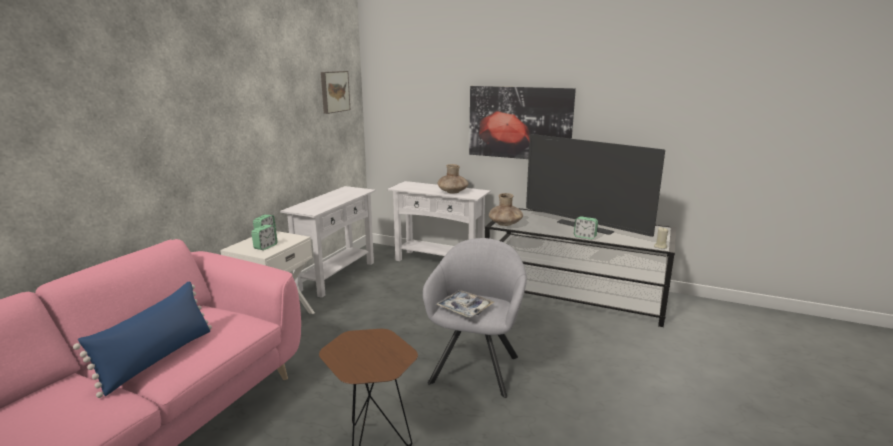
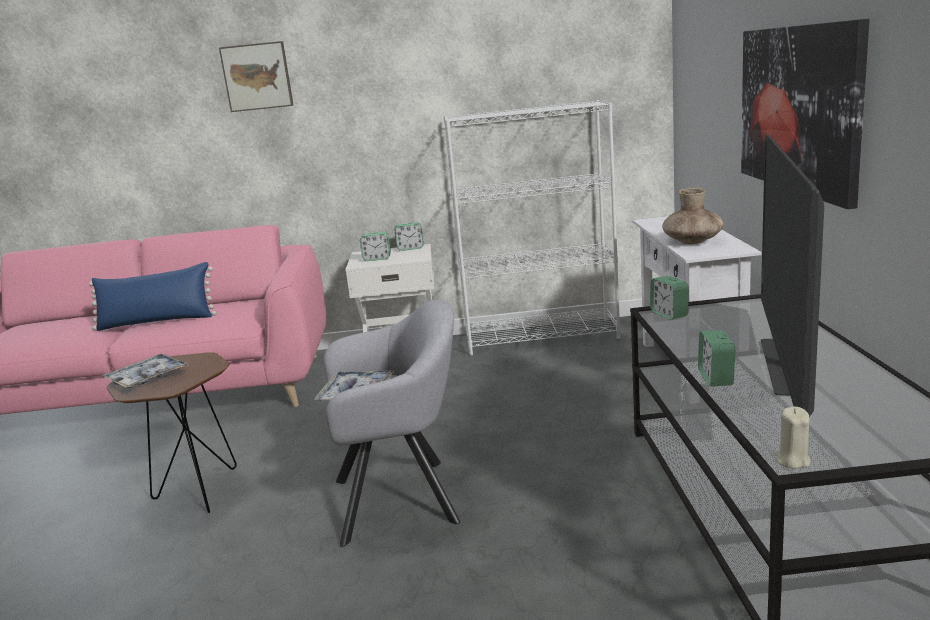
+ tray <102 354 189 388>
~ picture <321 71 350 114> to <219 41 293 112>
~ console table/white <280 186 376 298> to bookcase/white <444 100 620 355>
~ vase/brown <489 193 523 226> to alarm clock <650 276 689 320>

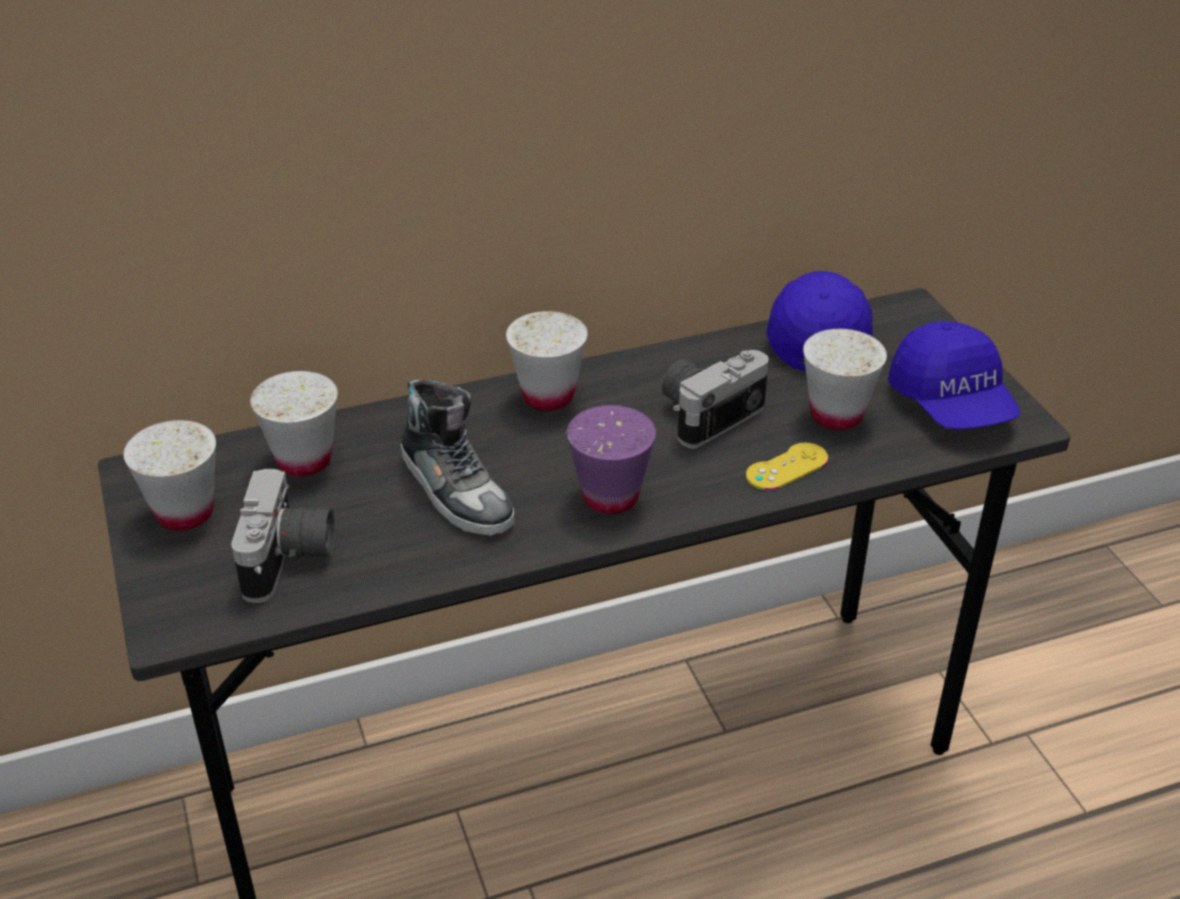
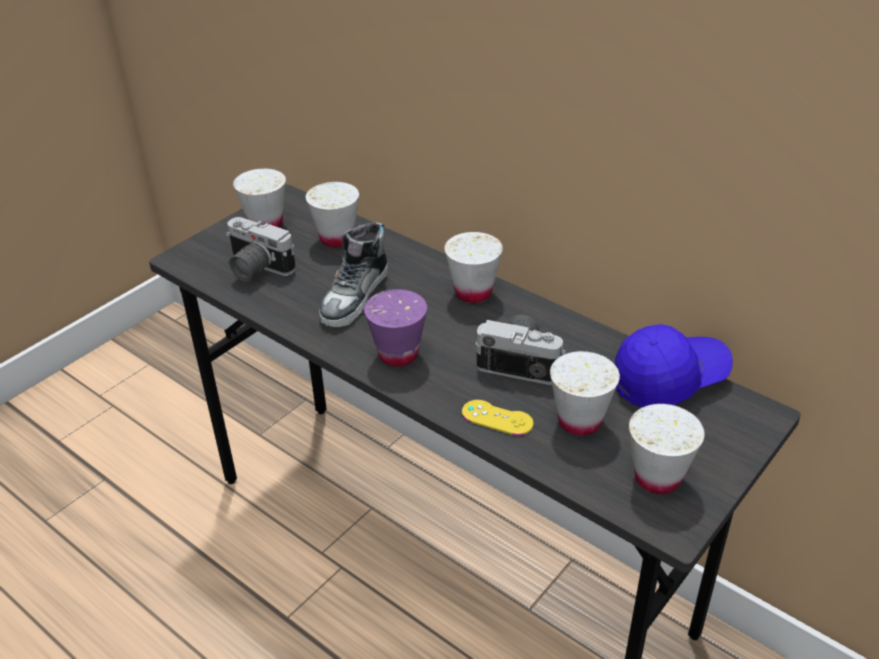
~ photo camera <231 469 335 603> = <226 217 296 281> 60 degrees clockwise
~ cap/blue <888 321 1021 429> to cup/white <629 404 705 494>

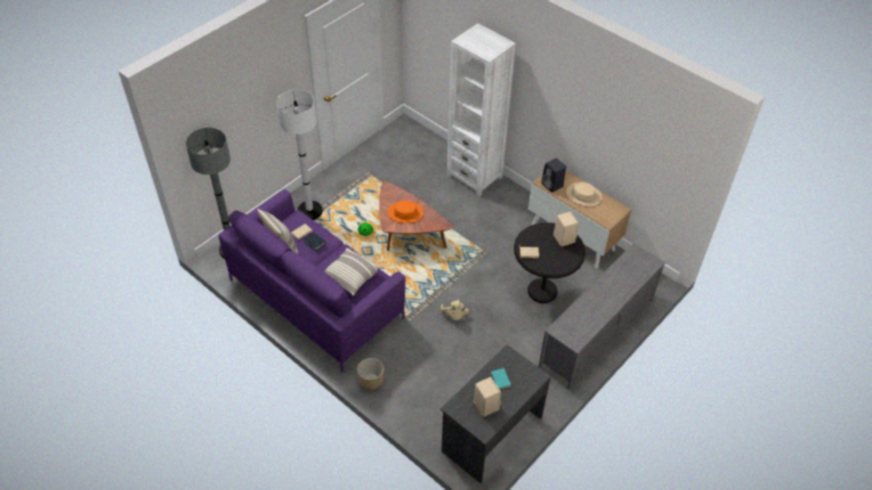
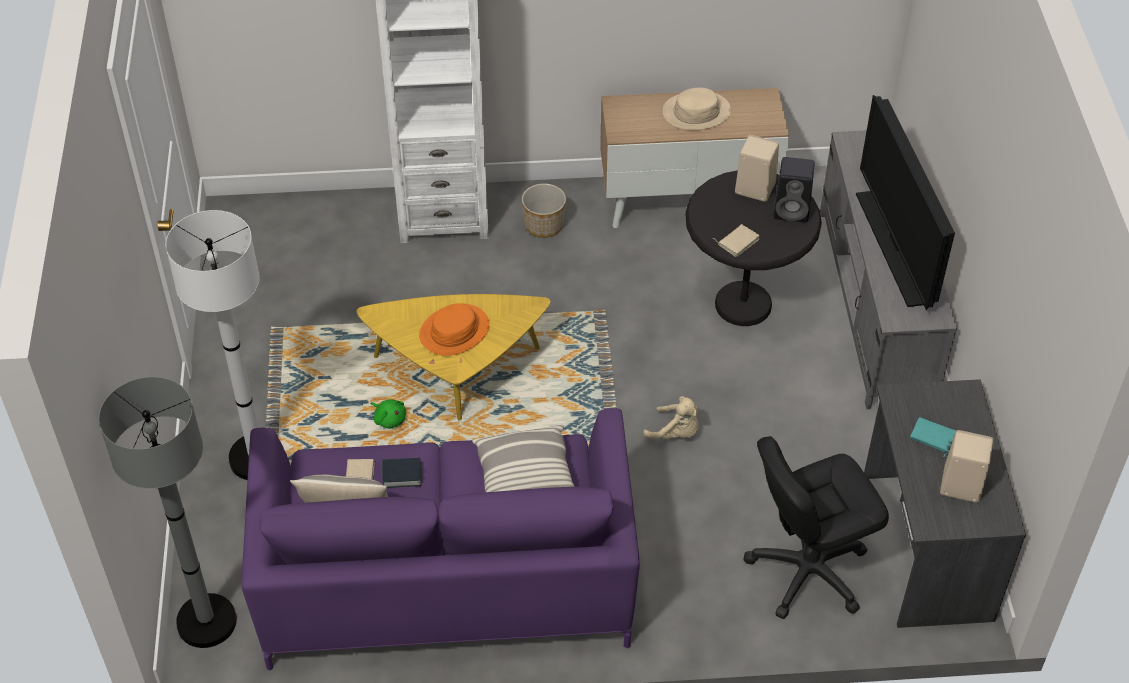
~ coffee table/brown <379 181 453 251> to coffee table/yellow <356 294 551 420>
~ planter <357 358 384 390> to <522 183 566 238>
+ office chair/black <743 436 889 619>
~ speaker/black <541 158 566 193> to <774 157 815 222>
+ television <856 95 955 310>

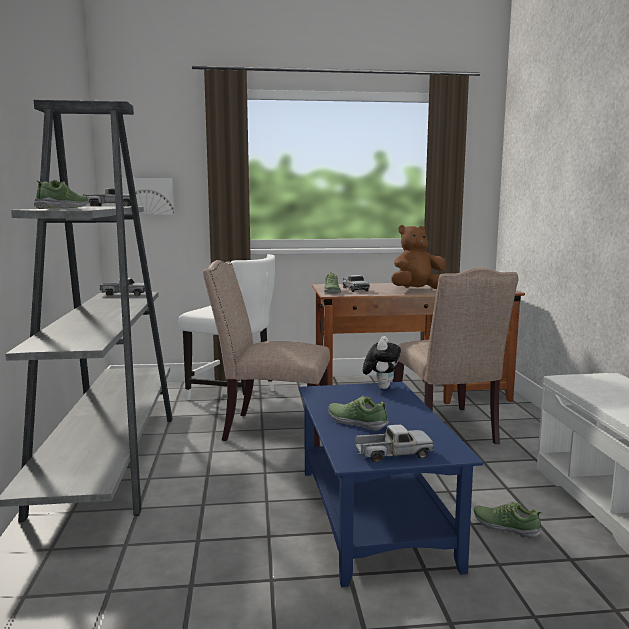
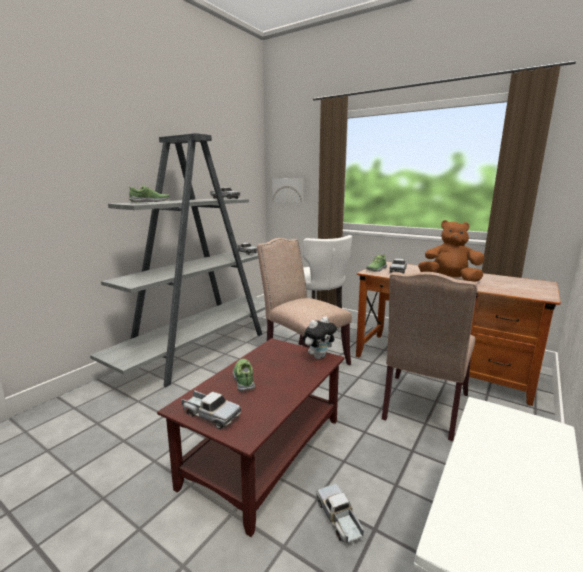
~ coffee table/blue <299 382 483 587> to coffee table/brown <157 338 345 537>
~ shoe <474 501 542 539> to toy truck <316 484 364 544>

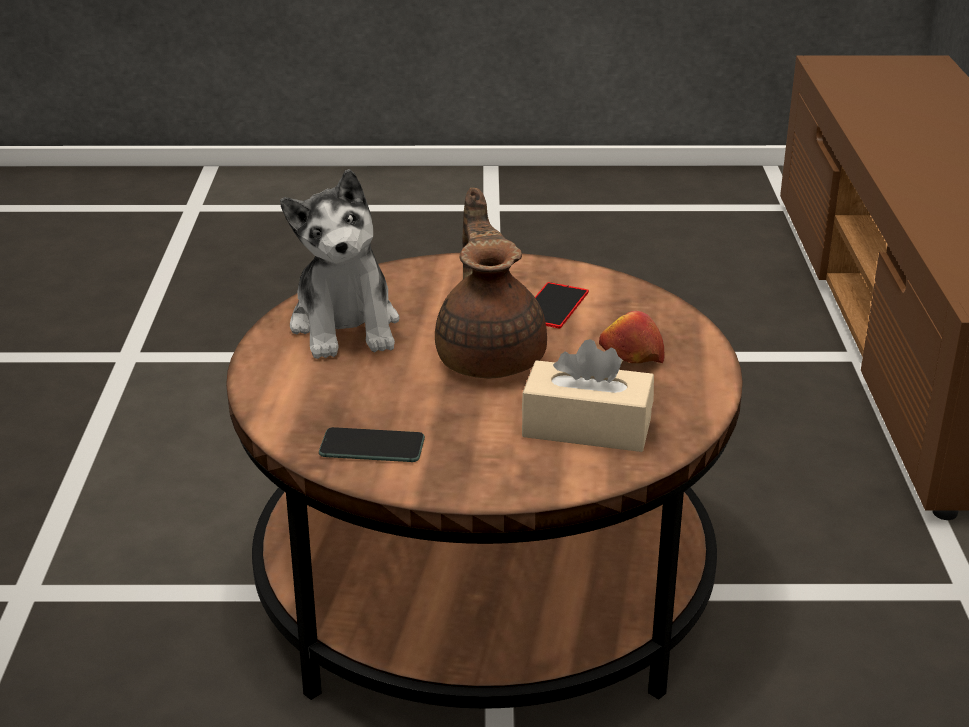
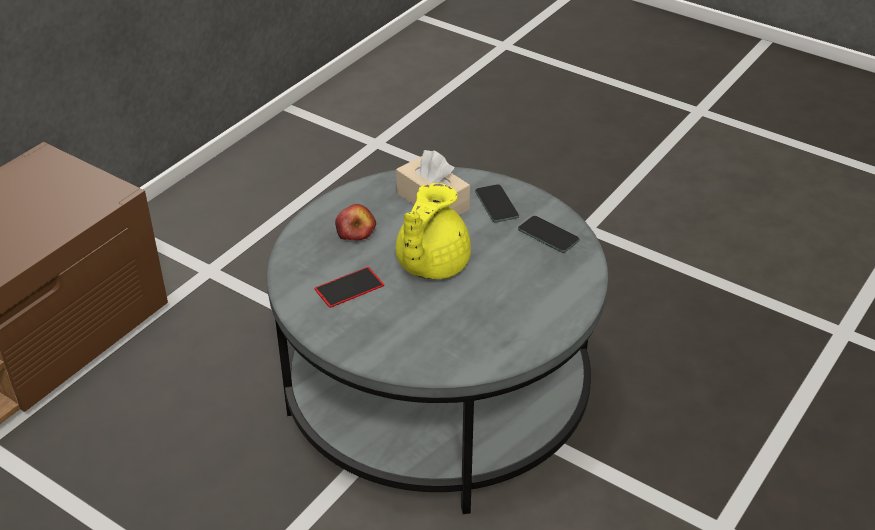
~ coffee table/brown <226 253 743 709> to coffee table/grey <267 167 608 514>
~ teapot/brown <435 188 547 378> to teapot/yellow <396 183 471 279>
+ phone <475 184 519 222>
- plush toy <280 169 400 359>

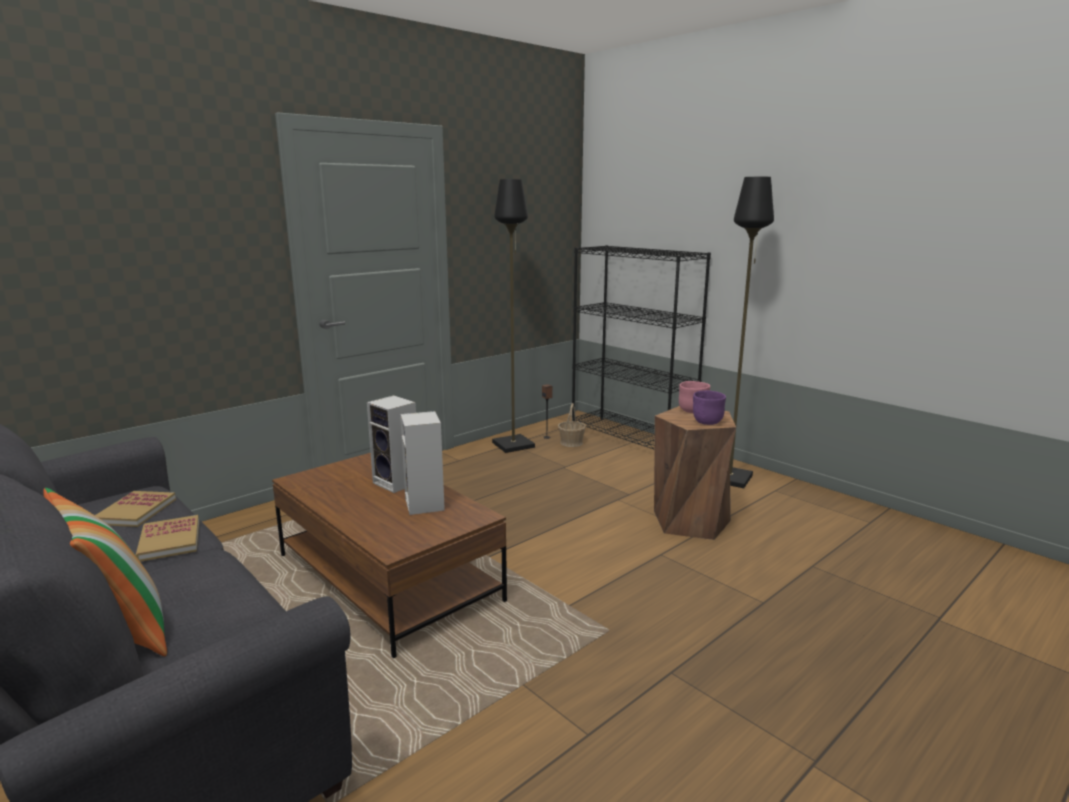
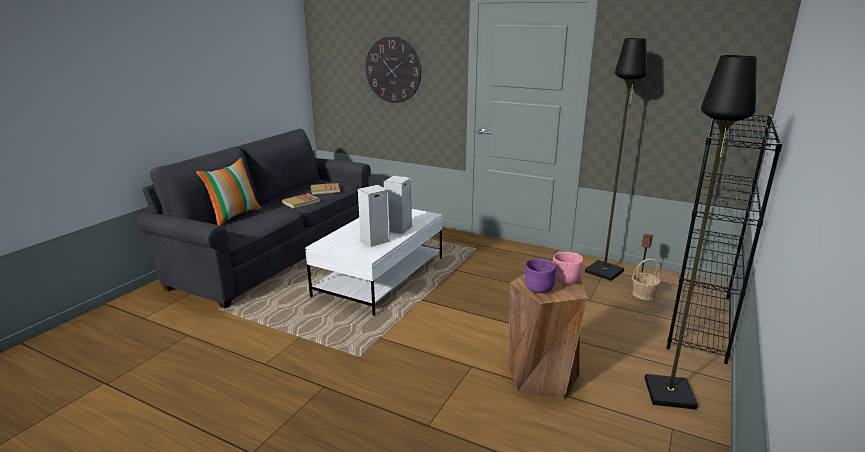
~ coffee table/brown <272 453 507 658> to coffee table/white <305 209 442 316>
+ wall clock <366 36 421 103>

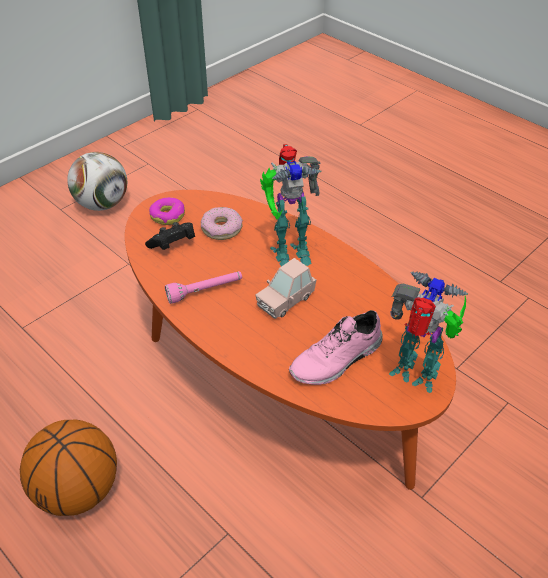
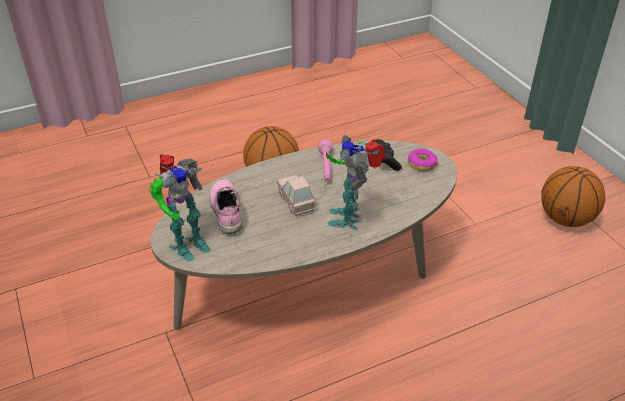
~ coffee table/orange <125 190 456 490> to coffee table/beige <151 141 457 330>
~ football <67 152 127 211> to basketball <541 166 605 227>
- donut <201 207 243 240>

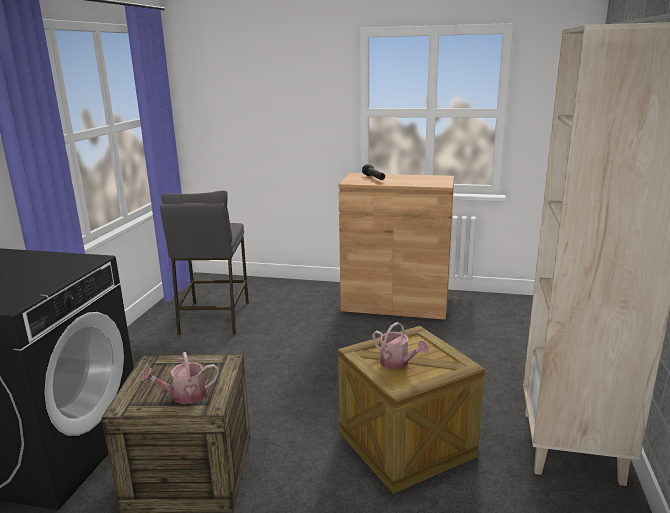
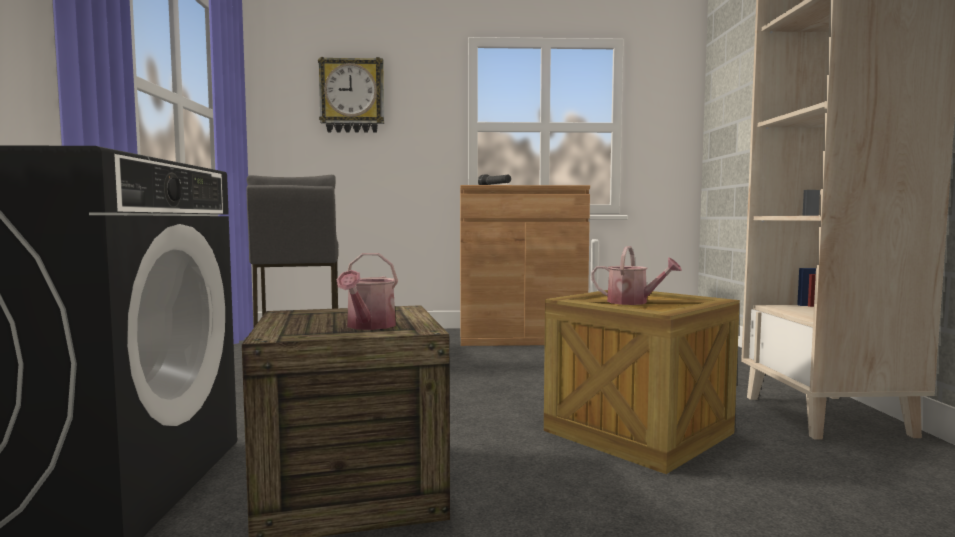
+ wall clock <318 57 384 133>
~ watering can <141 352 219 404> = <336 253 398 330> 45 degrees counterclockwise

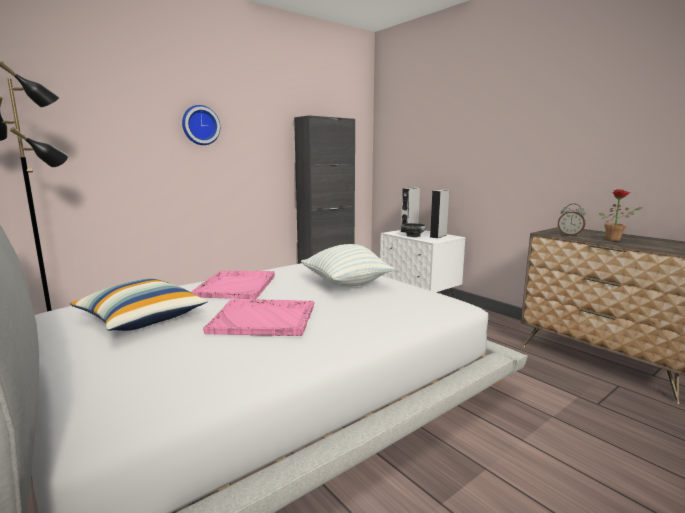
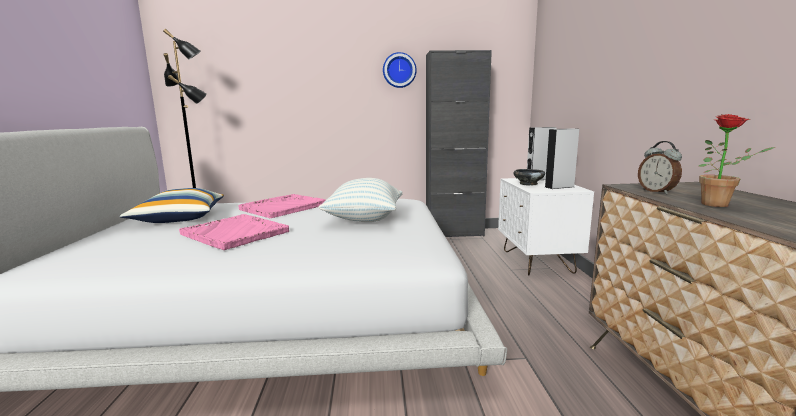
~ wall clock <182 105 220 145> to <383 52 417 88>

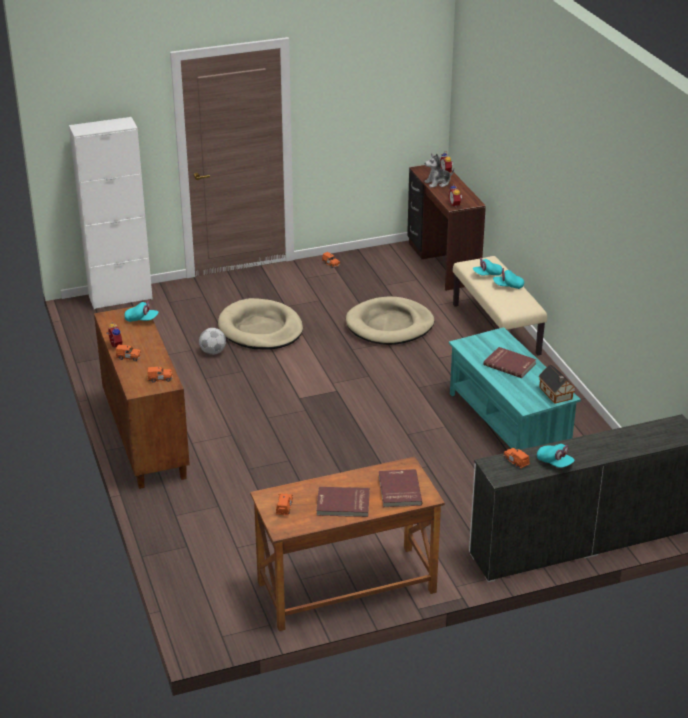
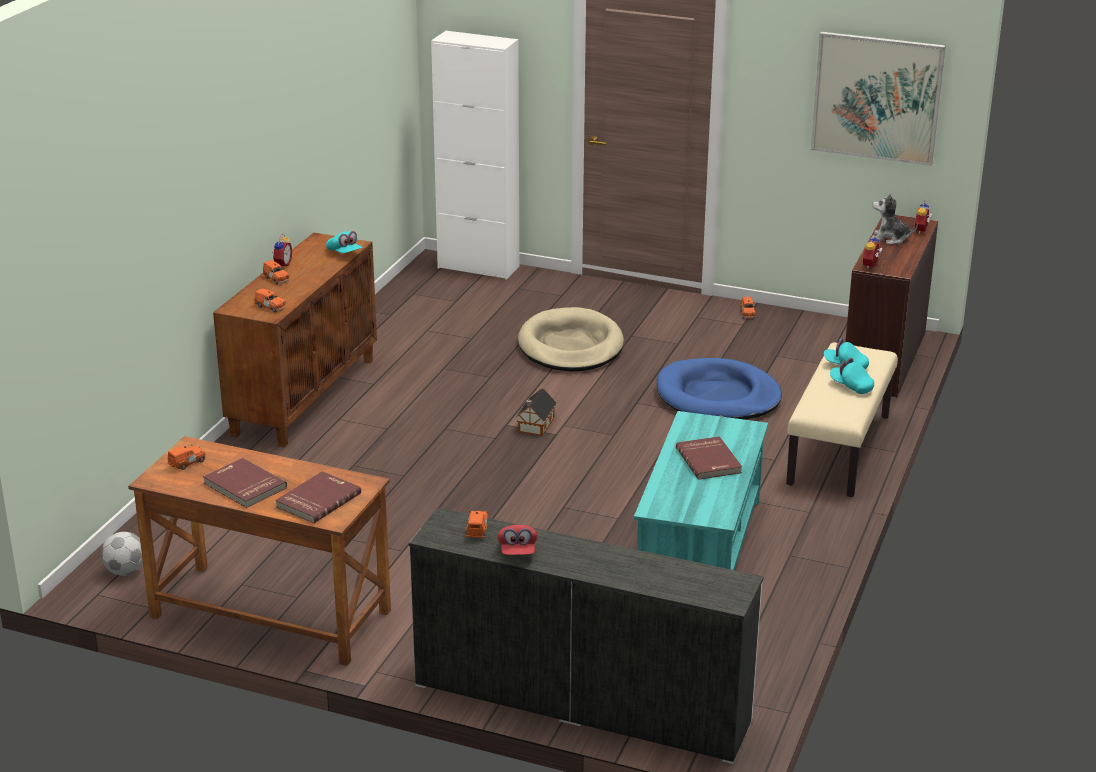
~ football <199 328 226 355> to <101 532 143 576>
~ cap/turquoise <537 444 575 468> to cap/red <497 525 538 555>
~ toy house <539 364 575 404> to <516 388 557 436>
~ dog bed/beige <346 296 434 345> to dog bed/blue <657 358 782 420>
+ picture <811 32 946 166>

